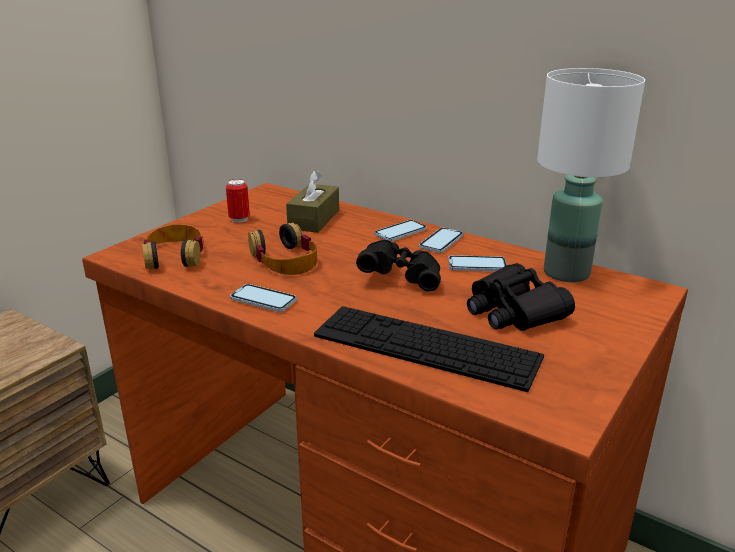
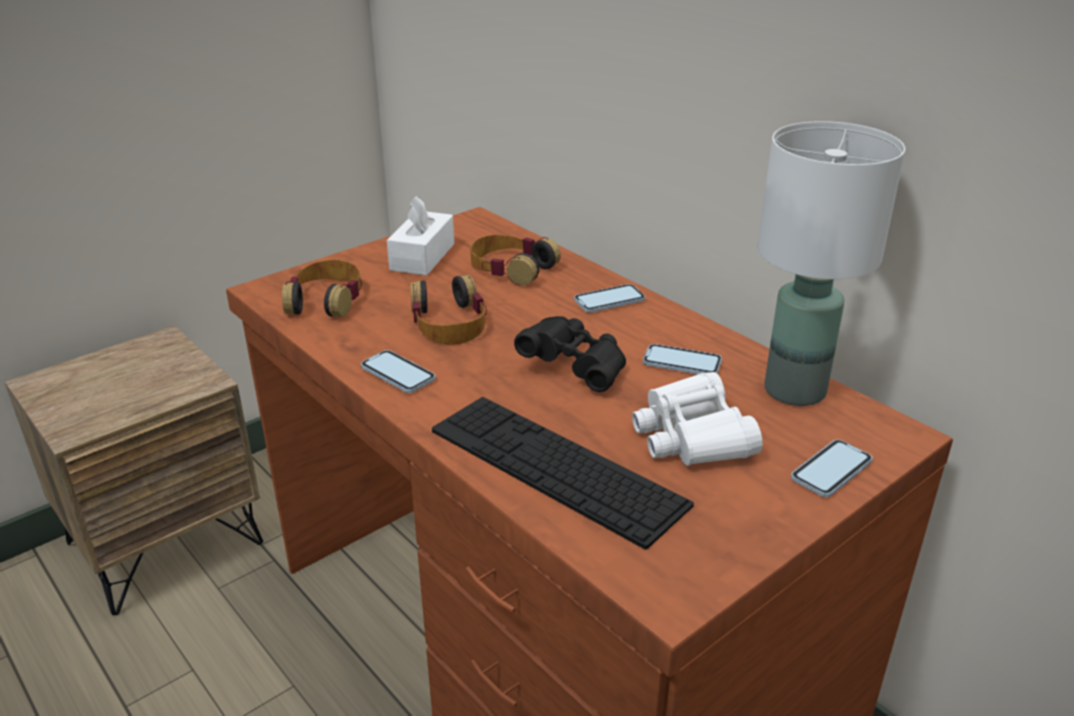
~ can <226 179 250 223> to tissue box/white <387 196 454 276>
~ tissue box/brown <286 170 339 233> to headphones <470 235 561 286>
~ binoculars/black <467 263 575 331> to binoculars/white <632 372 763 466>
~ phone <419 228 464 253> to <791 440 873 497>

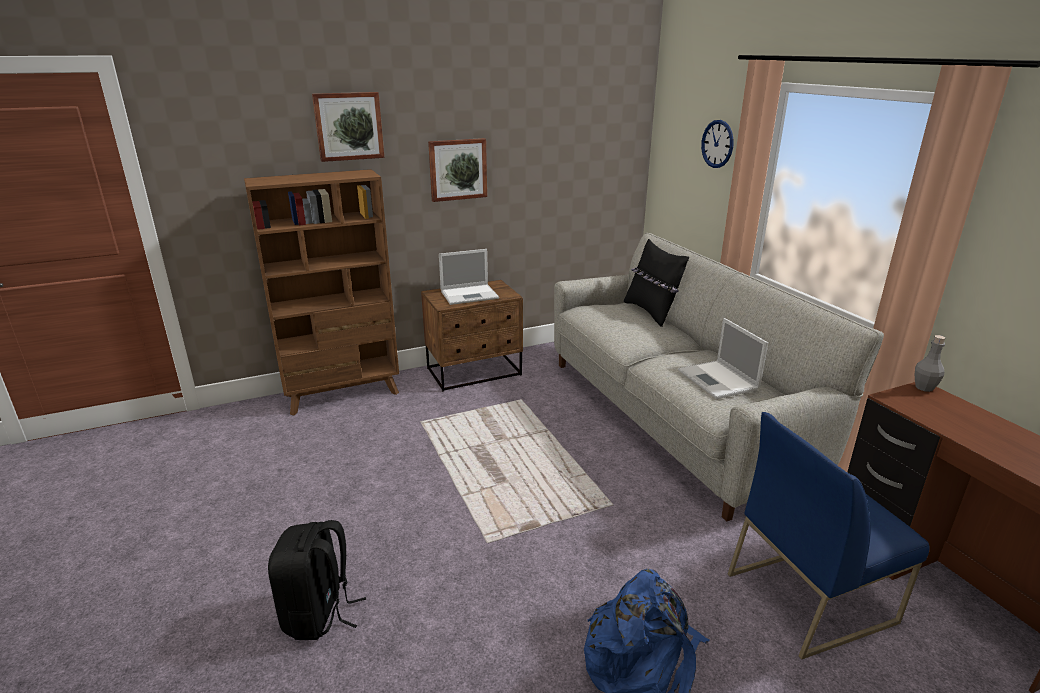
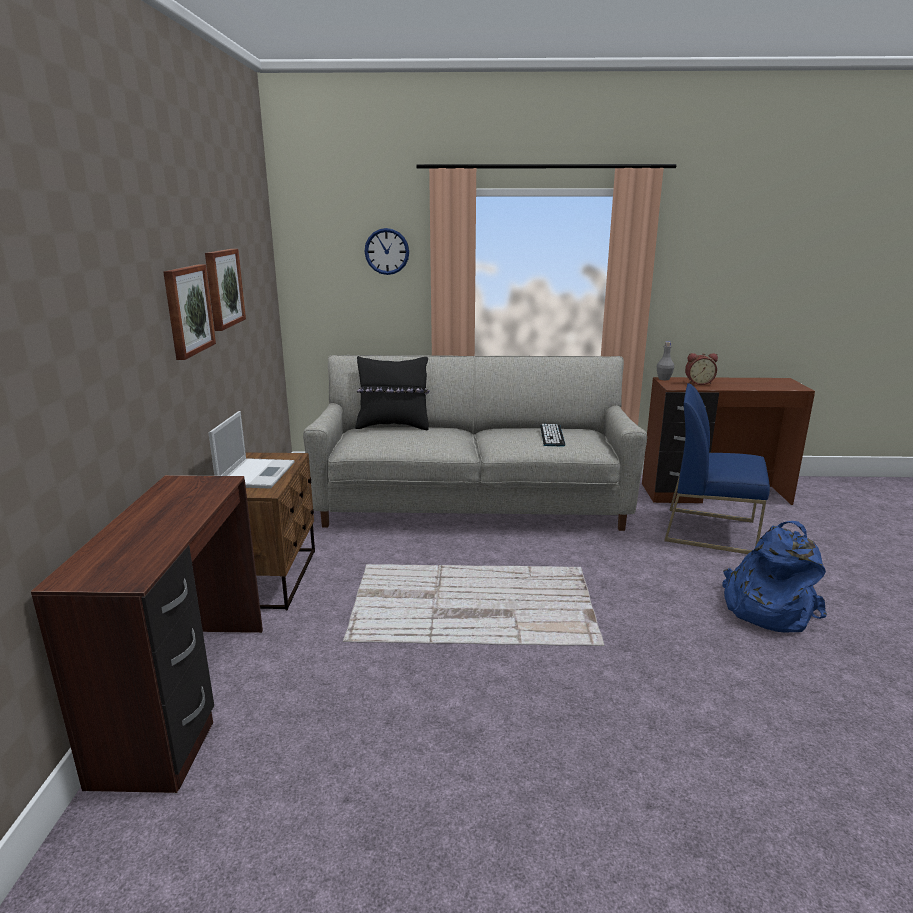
~ bookcase/brown <244 169 399 415> to desk/brown <31 475 263 794>
~ picture <312 92 384 162> to <205 249 246 331>
~ laptop <678 318 768 399> to keyboard <540 424 565 446>
~ chair/blue <728 412 930 660> = <664 383 770 554> 105 degrees clockwise
+ alarm clock <685 353 718 385>
- backpack/black <268 520 366 640>

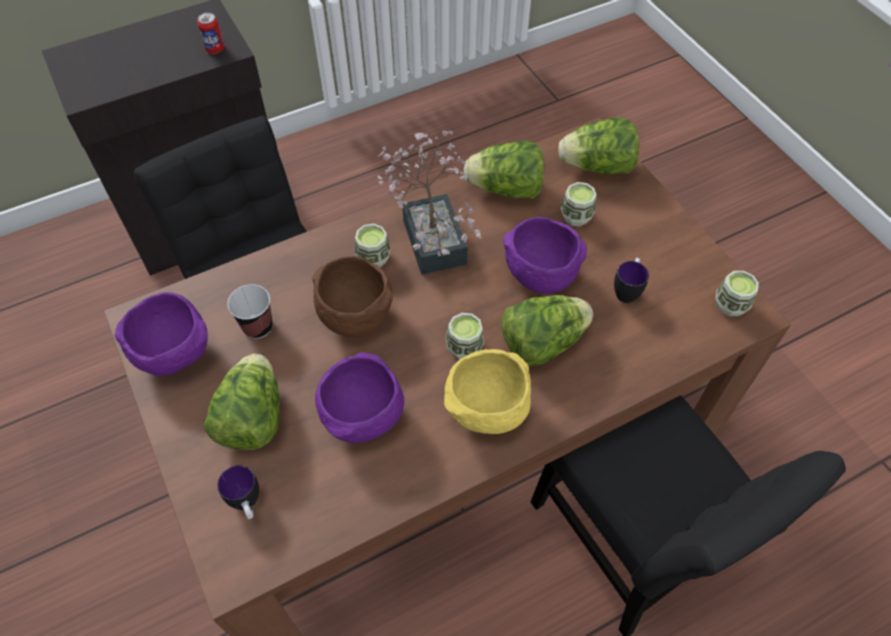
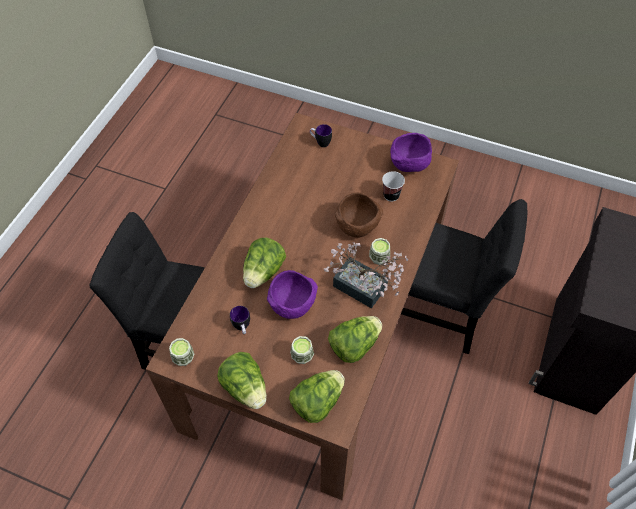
~ lettuce <204 354 279 450> to <217 352 267 409>
- can <197 13 225 54>
- bowl/purple <315 352 404 443>
- bowl/yellow <444 349 531 434>
- cup <446 313 484 359>

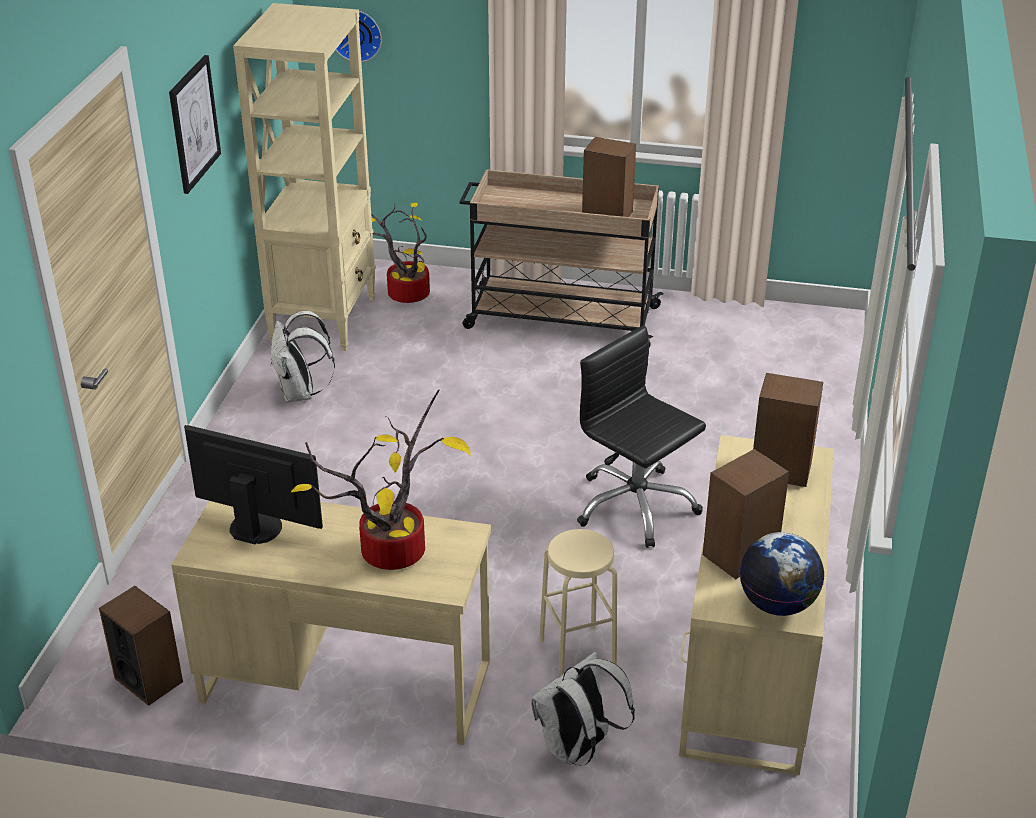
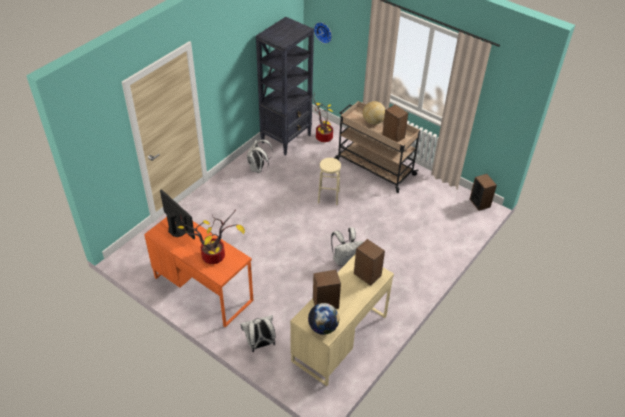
~ desk/beige <171 501 491 745> to desk/orange <144 217 253 327>
~ bookcase/beige <233 3 376 351> to bookcase/black <256 17 314 156>
~ stool/beige <539 529 617 677> to <318 158 341 205>
~ office chair/black <577 325 706 548> to backpack/white <331 227 363 266>
+ globe <363 101 386 125>
~ speaker <99 586 183 706> to <470 174 497 211>
- picture <169 55 221 194>

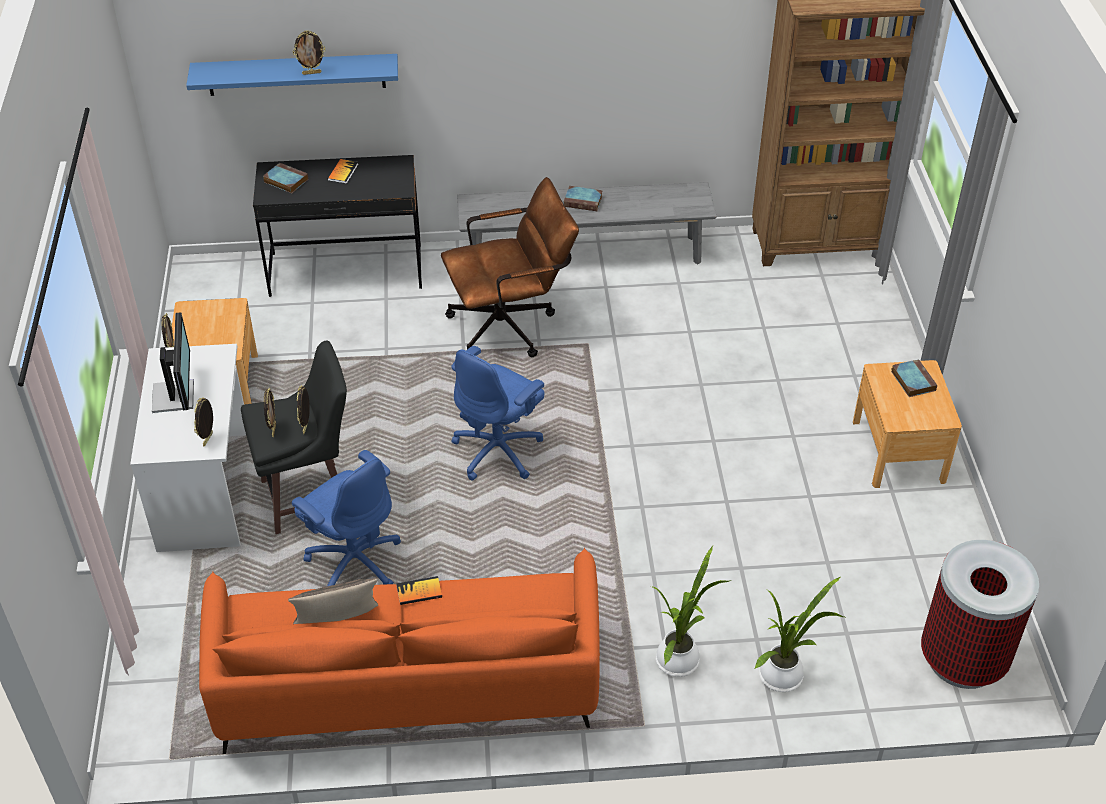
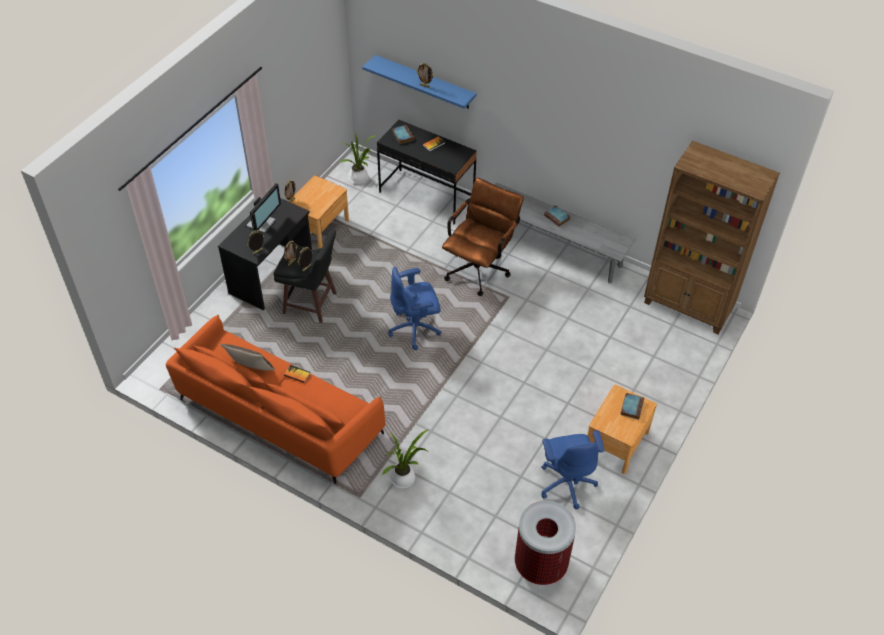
~ desk/white <130 344 246 552> to desk/black <218 198 312 311>
~ potted plant <754 577 844 692> to <340 132 377 184>
~ office chair/brown <441 177 579 357> = <442 178 524 296> 75 degrees counterclockwise
~ office chair/blue <292 450 401 586> to <541 430 604 509>

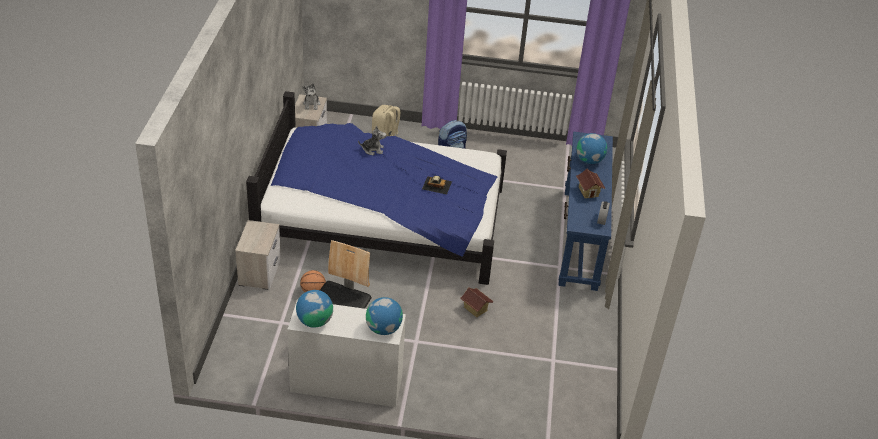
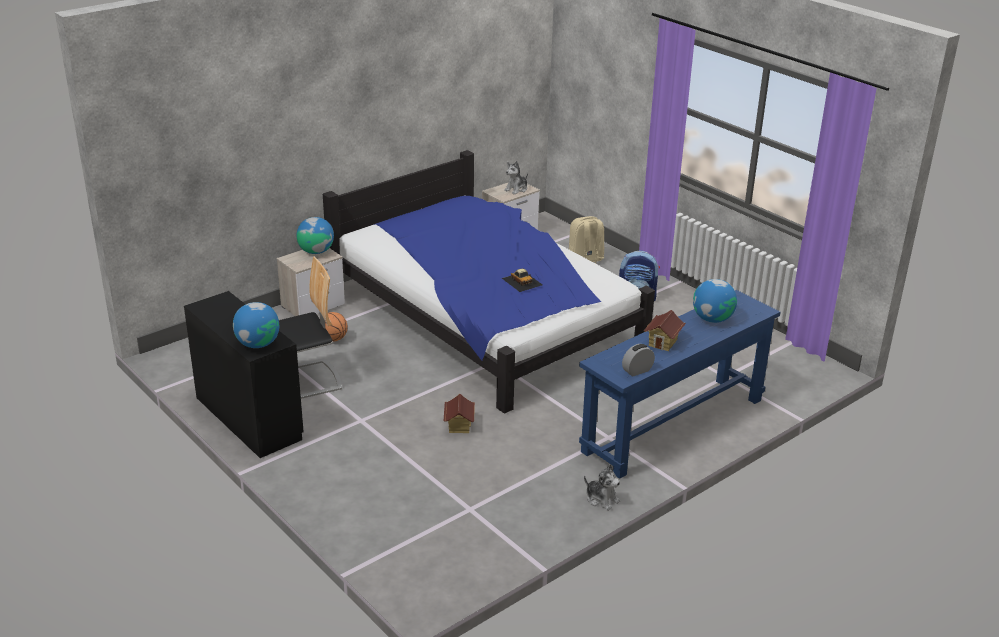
~ desk/white <287 299 406 407> to desk/black <184 291 304 458>
~ globe <296 290 333 328> to <297 217 334 254>
~ plush toy <358 126 386 155> to <584 464 620 511>

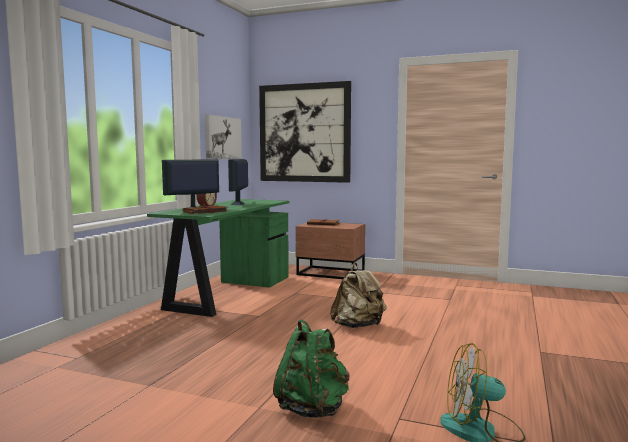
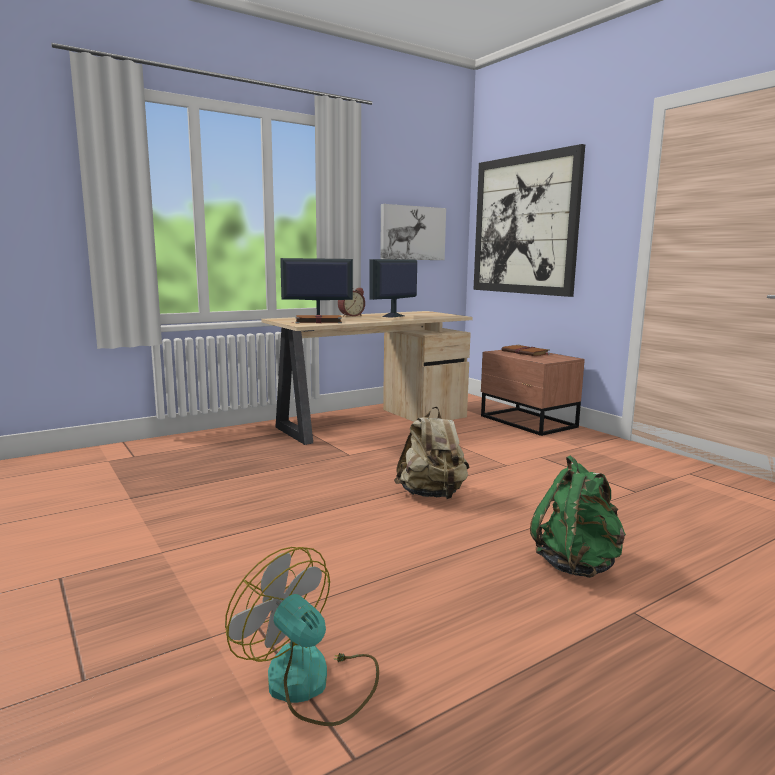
~ desk/green <147 199 290 317> to desk/beige <262 311 473 445>
~ backpack/green <273 319 349 418> to <530 455 626 578>

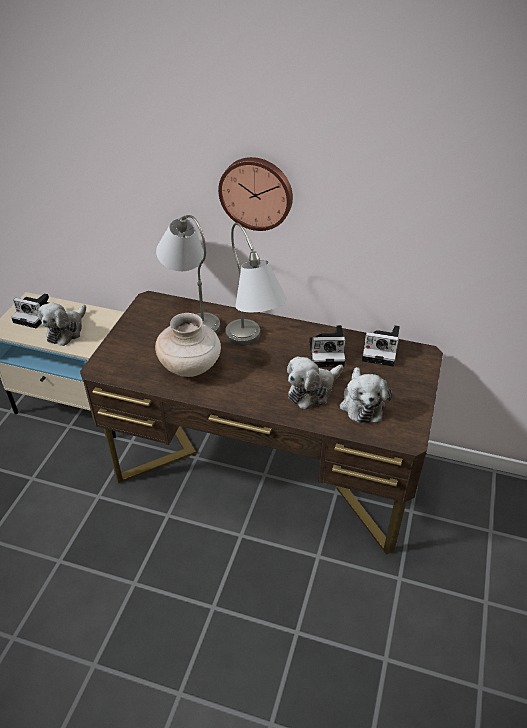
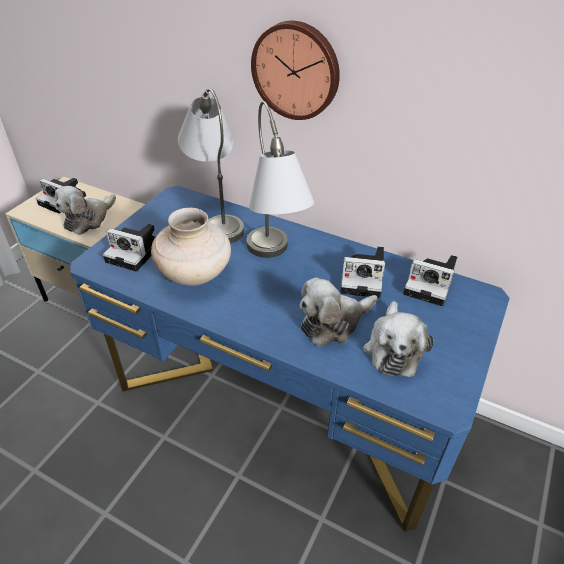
~ desk/brown <80 291 443 555> to desk/blue <70 186 510 532>
+ photo camera <103 224 155 272>

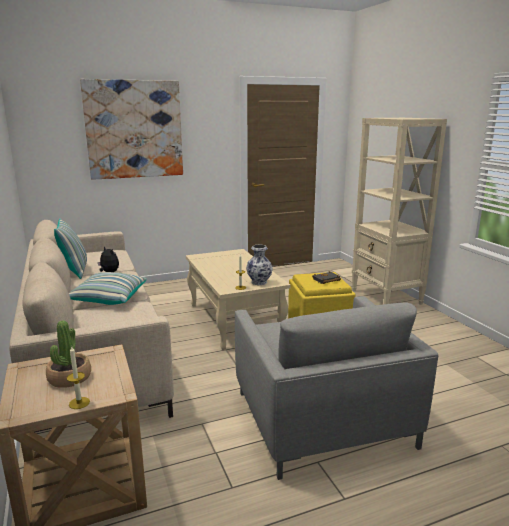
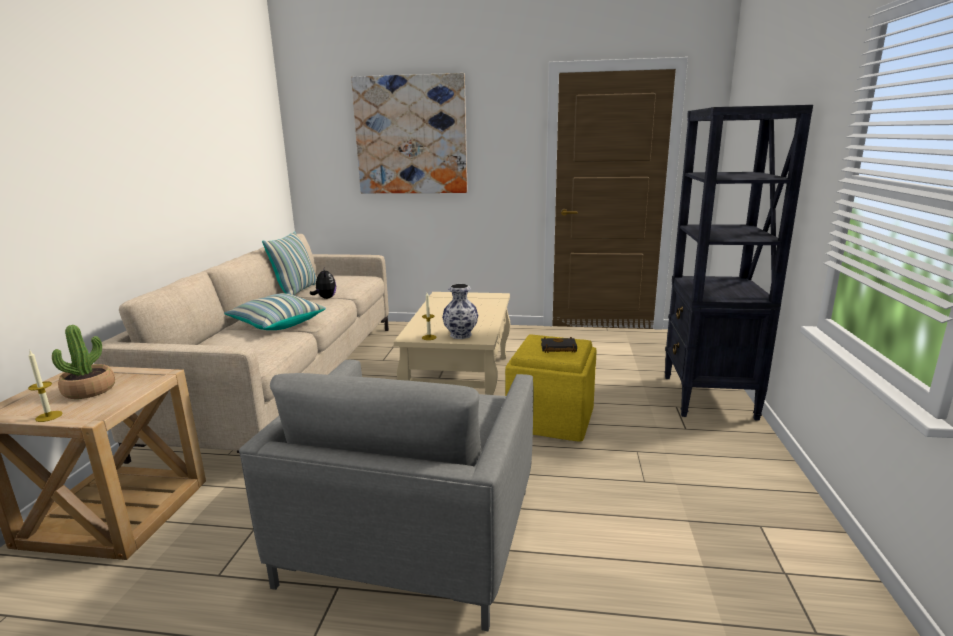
~ bookcase/beige <352 118 447 305> to bookcase/black <665 105 813 421>

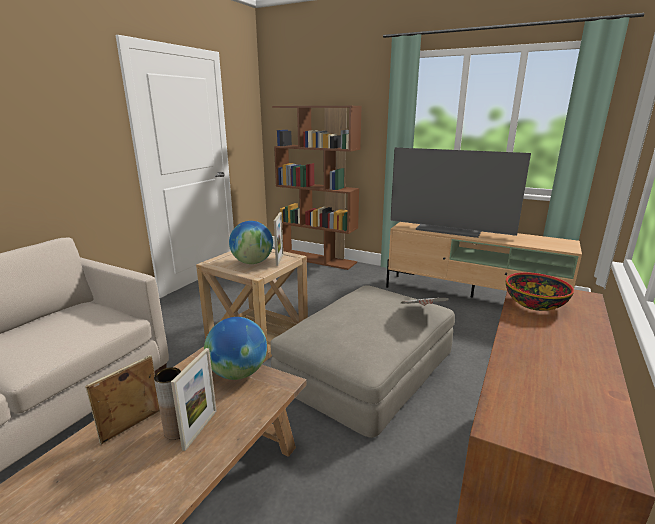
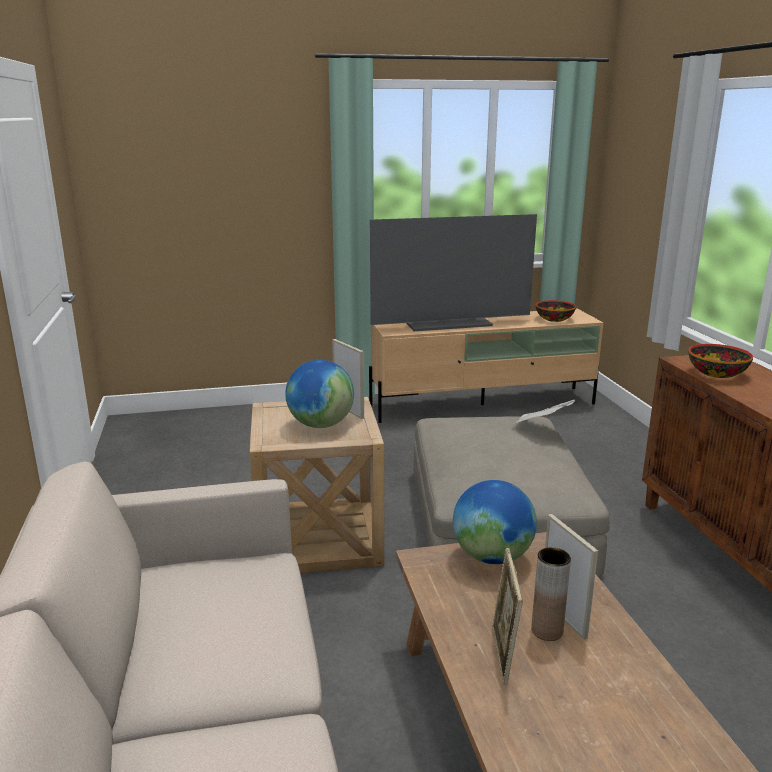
+ bowl <535 300 576 322>
- bookcase/brown <272 106 362 270>

